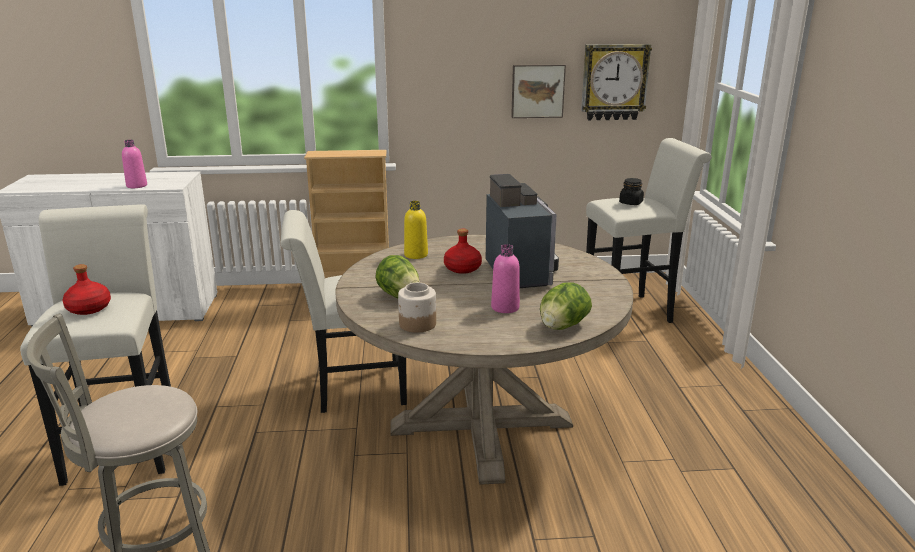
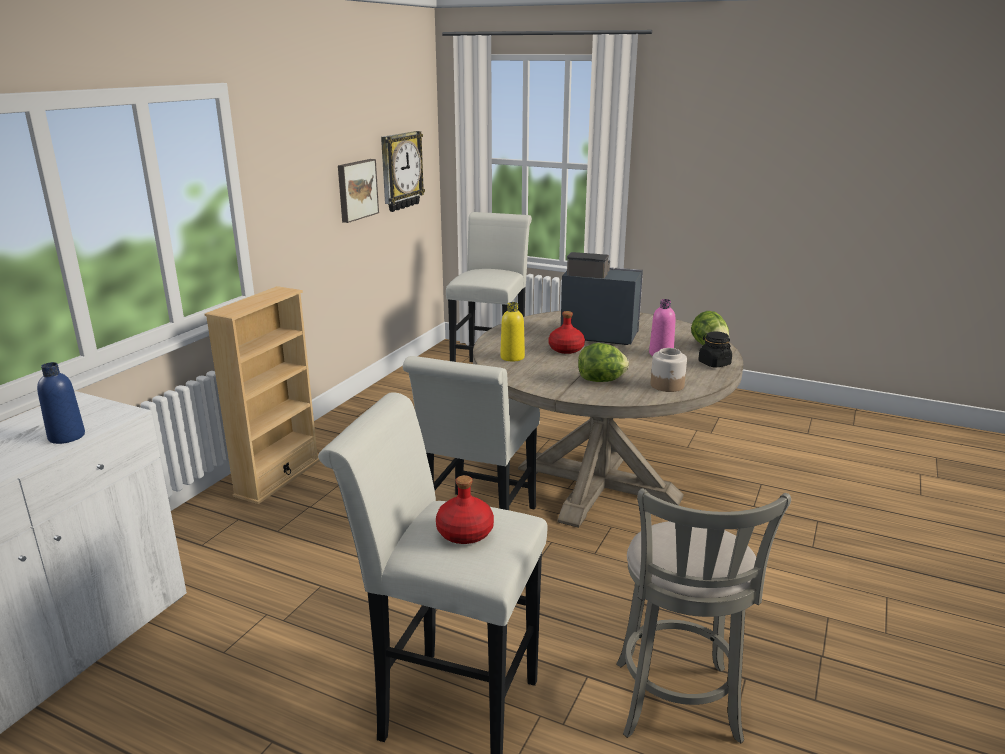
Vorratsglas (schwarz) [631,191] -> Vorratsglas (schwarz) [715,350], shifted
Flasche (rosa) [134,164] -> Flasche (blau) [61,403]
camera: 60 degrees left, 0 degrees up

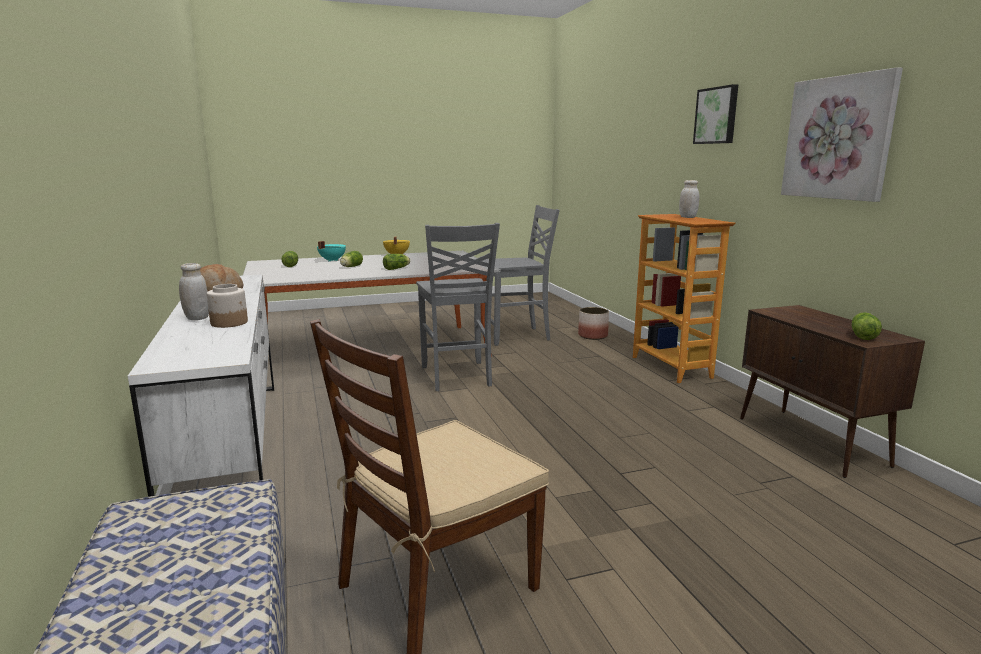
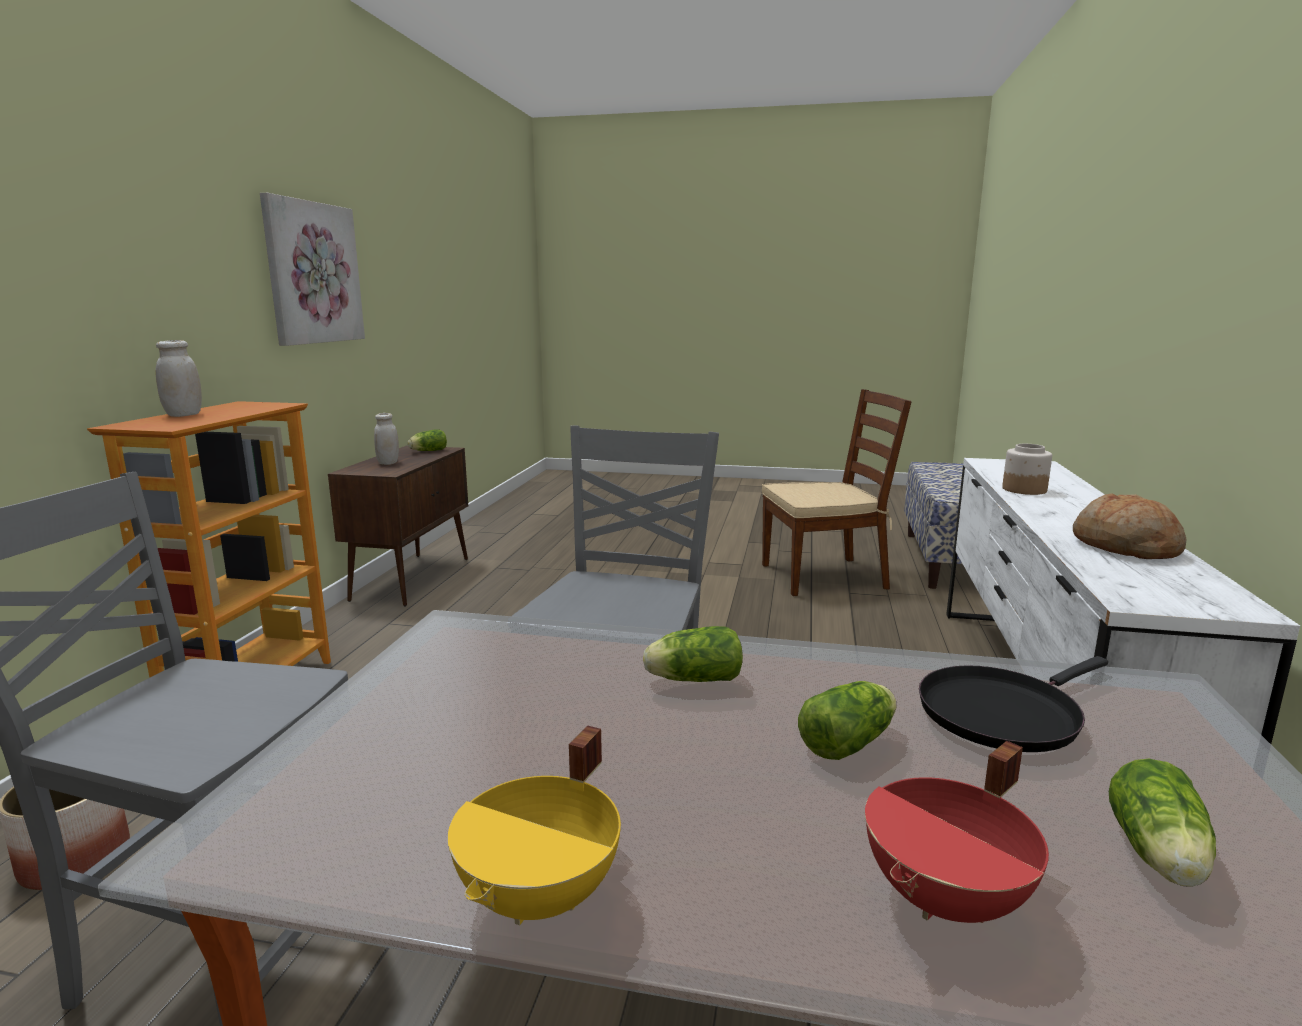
Bild [715,114] -> none
none -> Pfanne (schwarz) [1013,704]
Vorratsglas (weiß) [194,291] -> Vorratsglas (weiß) [386,439], shifted
Kochtopf (türkis) [331,251] -> Kochtopf (rot) [957,832]
camera: 150 degrees left, 0 degrees up

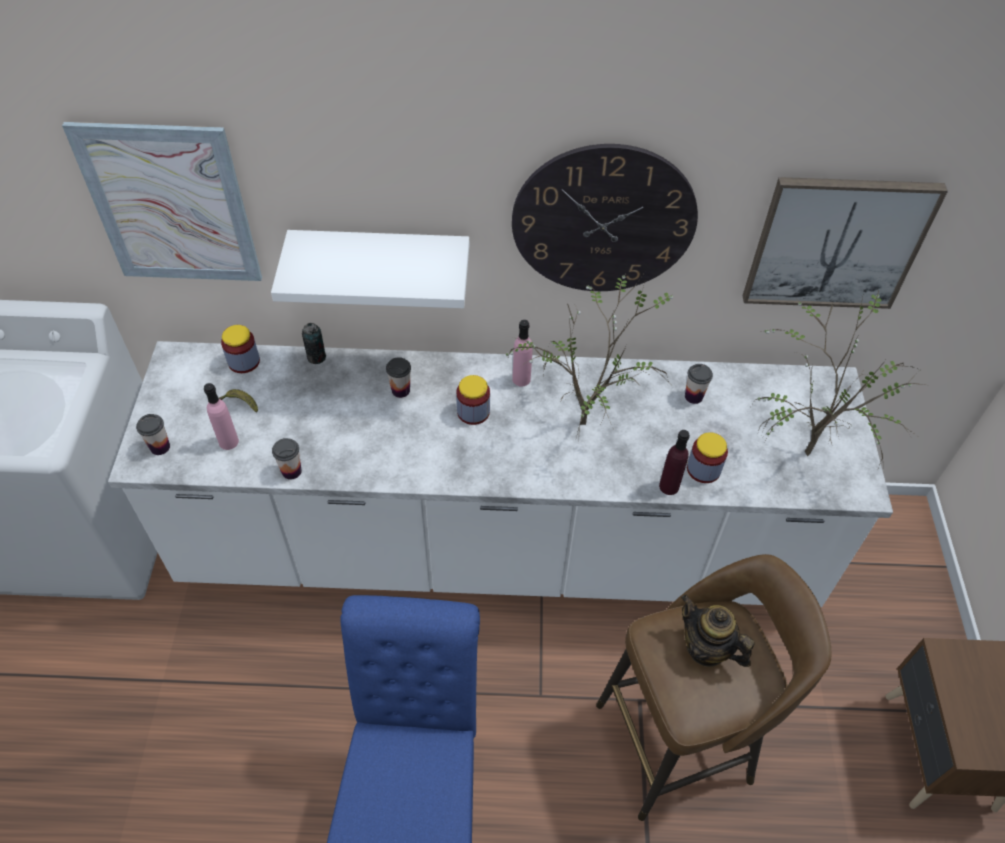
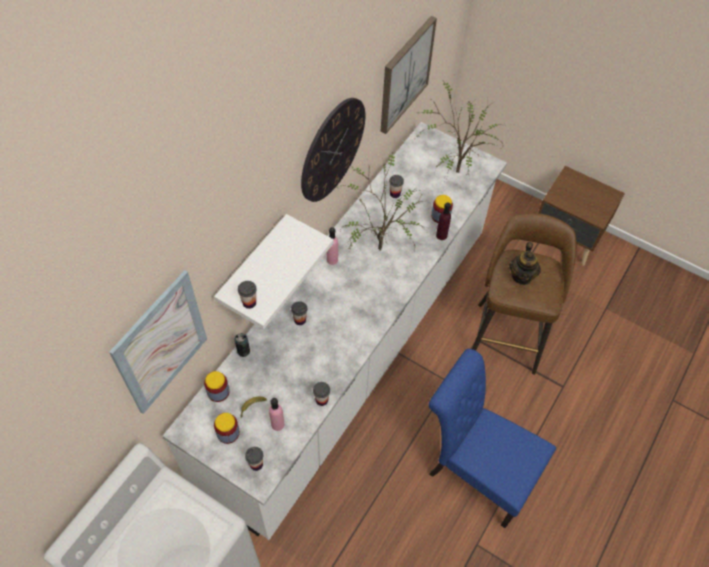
none -> Tasse [247,295]
Vorratsglas [473,400] -> Vorratsglas [227,428], shifted
Teekanne [717,631] -> Teekanne [525,263], 60 degrees counterclockwise
camera: 60 degrees left, 5 degrees up

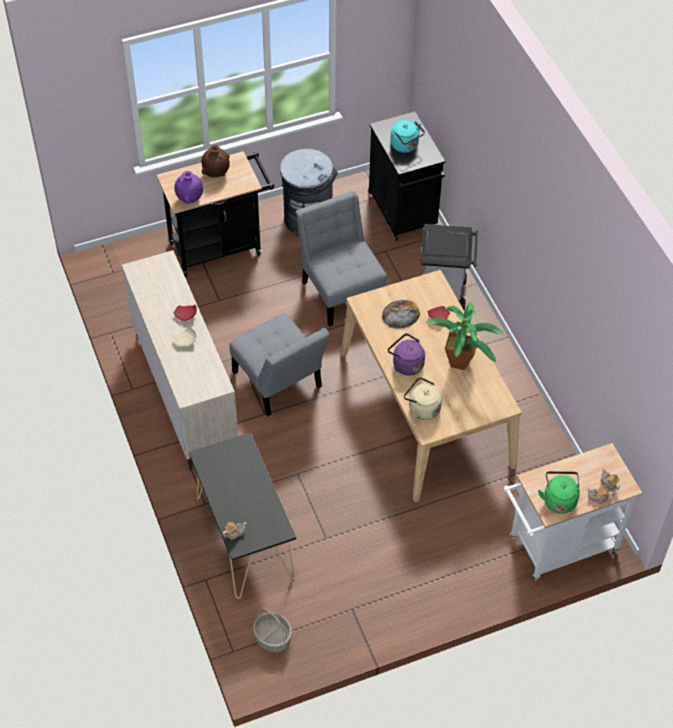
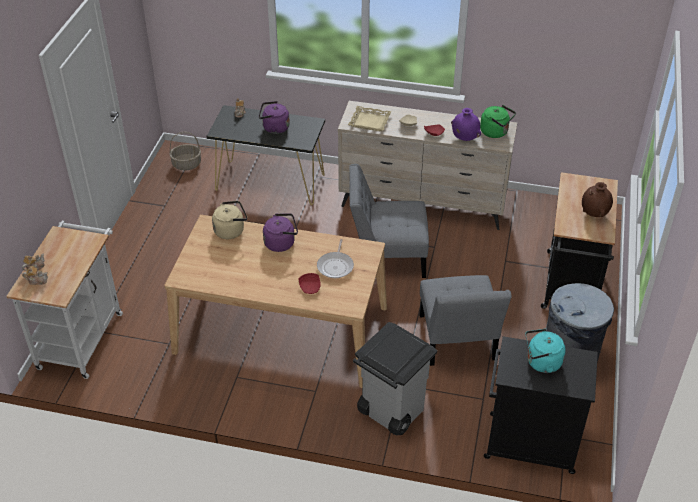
Topfpflanze [465,336] -> none
none -> Wasserkessel (lila) [274,117]
none -> Tablett (beige) [370,118]
Vase (lila) [188,187] -> Vase (lila) [466,124], shifted
Wasserkessel (grün) [559,492] -> Wasserkessel (grün) [498,121], shifted
Brot [401,313] -> Pfanne [335,258]
Stuhl (grau) [341,259] -> Stuhl (grau) [465,320], 75 degrees clockwise
camera: 125 degrees right, 10 degrees down

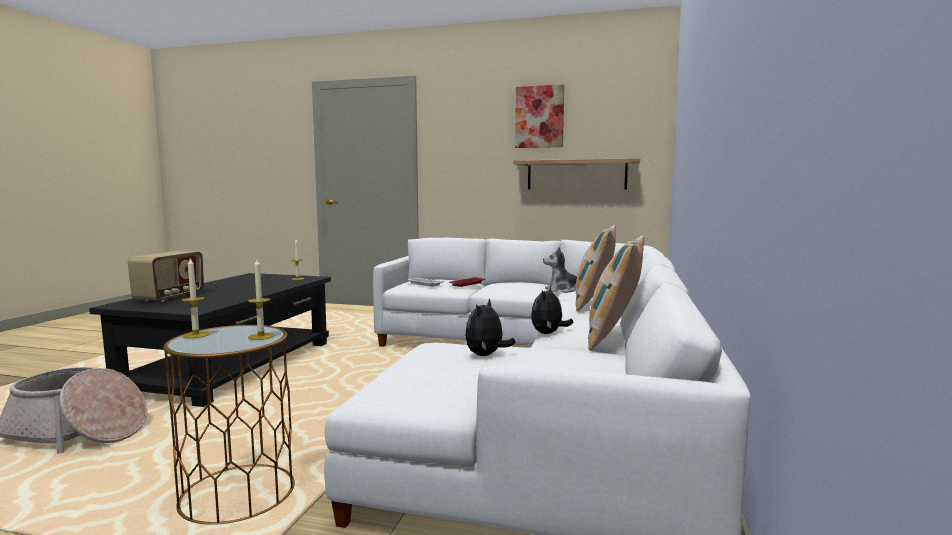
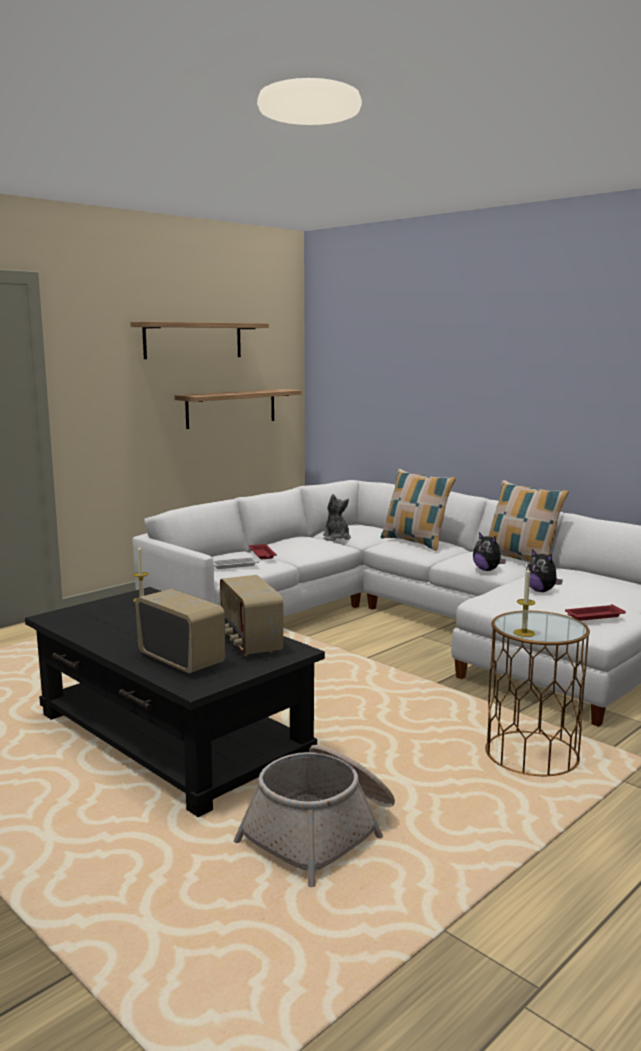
Kerze [261,299] -> none
none -> Radio [251,615]
none -> Tablett (rot) [595,612]
Bild [539,116] -> Wandregal [199,340]
Plüschtier [560,270] -> Plüschtier [337,517], 135 degrees clockwise
camera: 60 degrees left, 5 degrees up

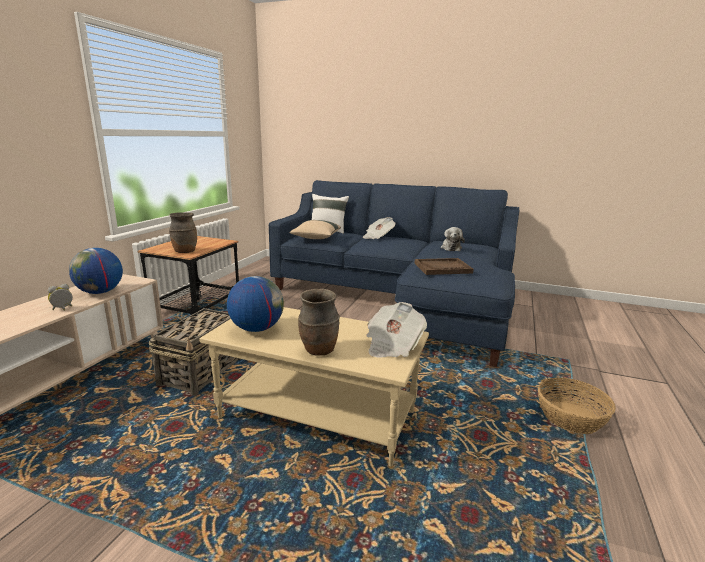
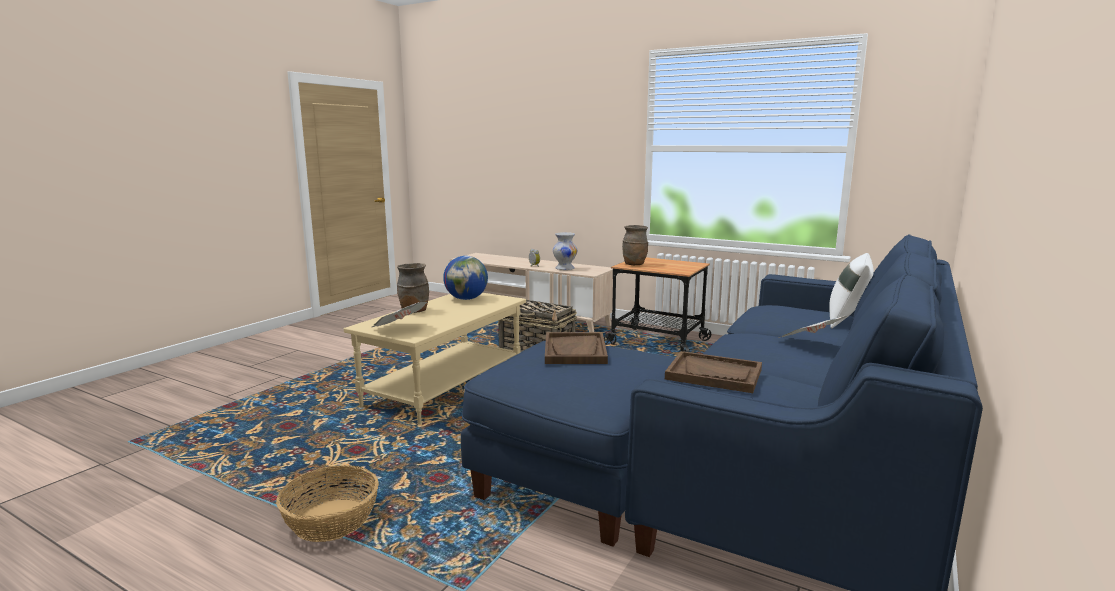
Kissen (beige) [315,229] -> none
Globus [96,271] -> Vase (weiß) [565,251]
Plüschtier [453,239] -> Tablett (braun) [713,372]
camera: 100 degrees right, 5 degrees down

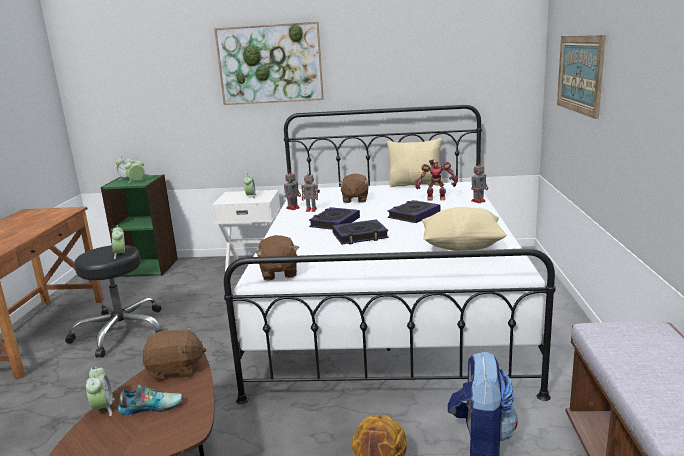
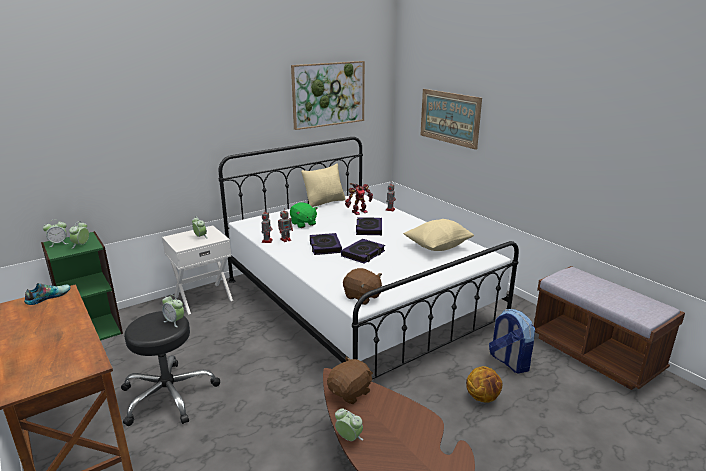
Schuh [150,399] -> Schuh [47,294], shifted
Bild [269,63] -> Bild [328,95], shifted
Plüschtier (braun) [354,188] -> Plüschtier (grün) [303,215]
camera: 40 degrees left, 5 degrees up

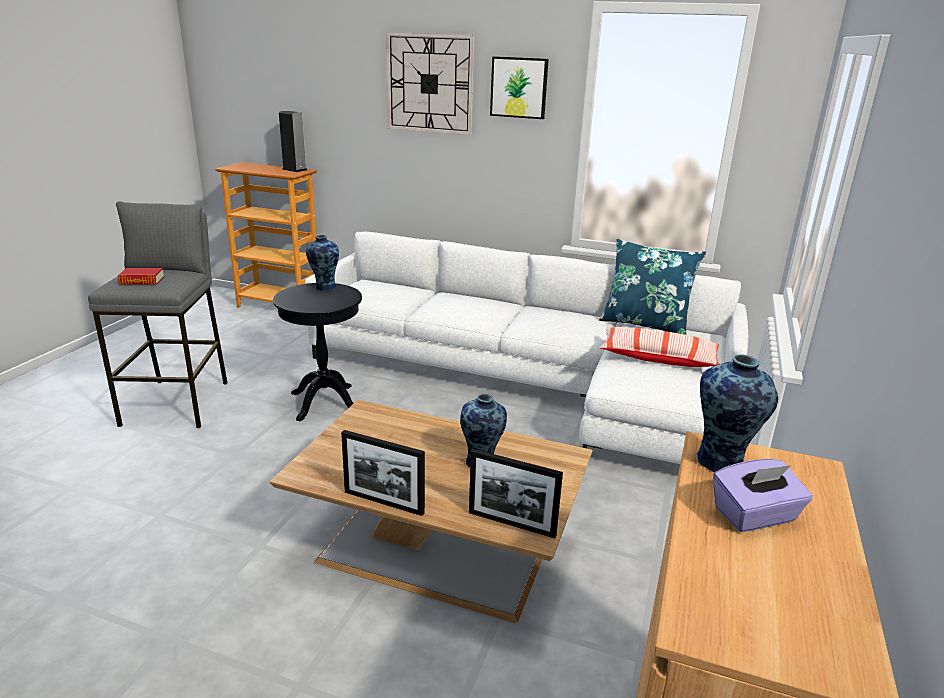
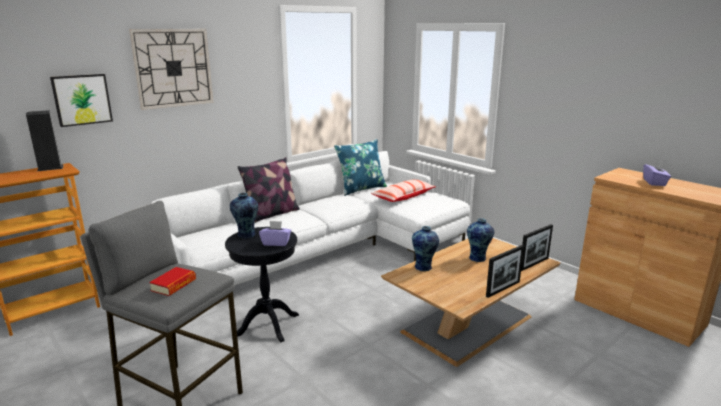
none -> Kissen [269,190]
none -> Taschentuchbox (lila) [275,233]
Bild [519,87] -> Bild [81,100], shifted
Vase [736,413] -> Vase [425,248], shifted
camera: 60 degrees left, 5 degrees down

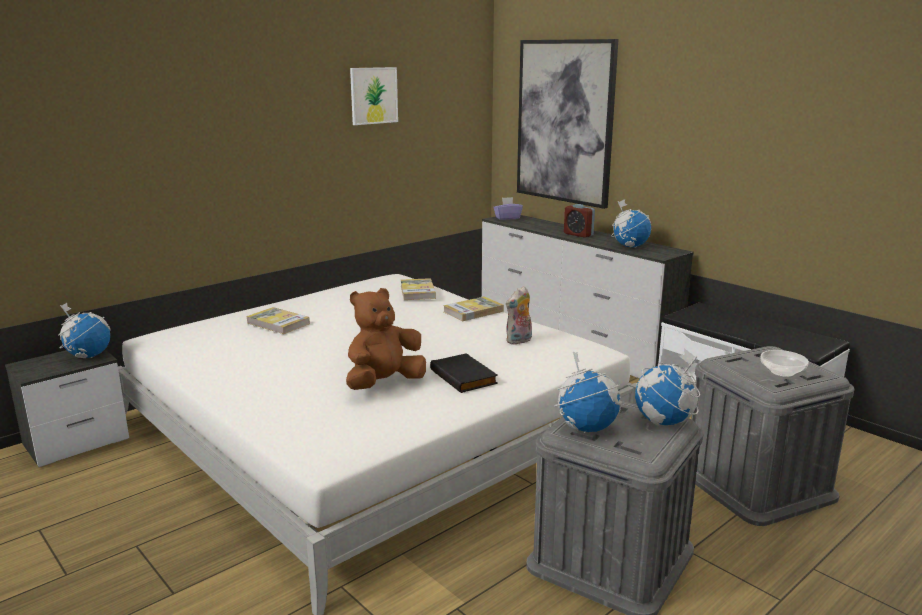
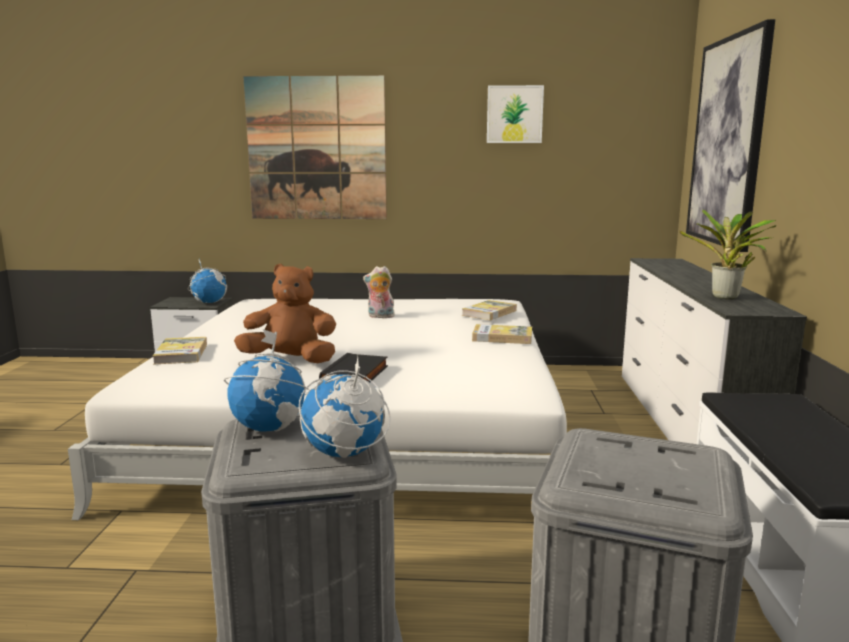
Taschentuchbox (lila) [508,208] -> none
Wecker [579,221] -> none
Schüssel [785,364] -> none
none -> Bild [315,147]
Buch [278,320] -> Buch [179,351], shifted
Plüschtier [519,315] -> Plüschtier [379,292], shifted
Globus [631,224] -> Topfpflanze [728,254]
camera: 45 degrees right, 5 degrees down

